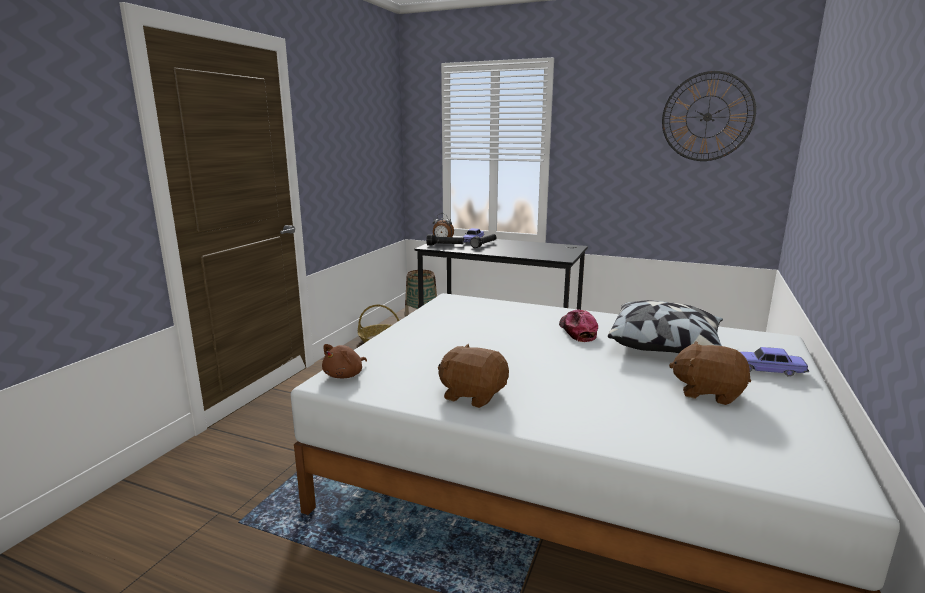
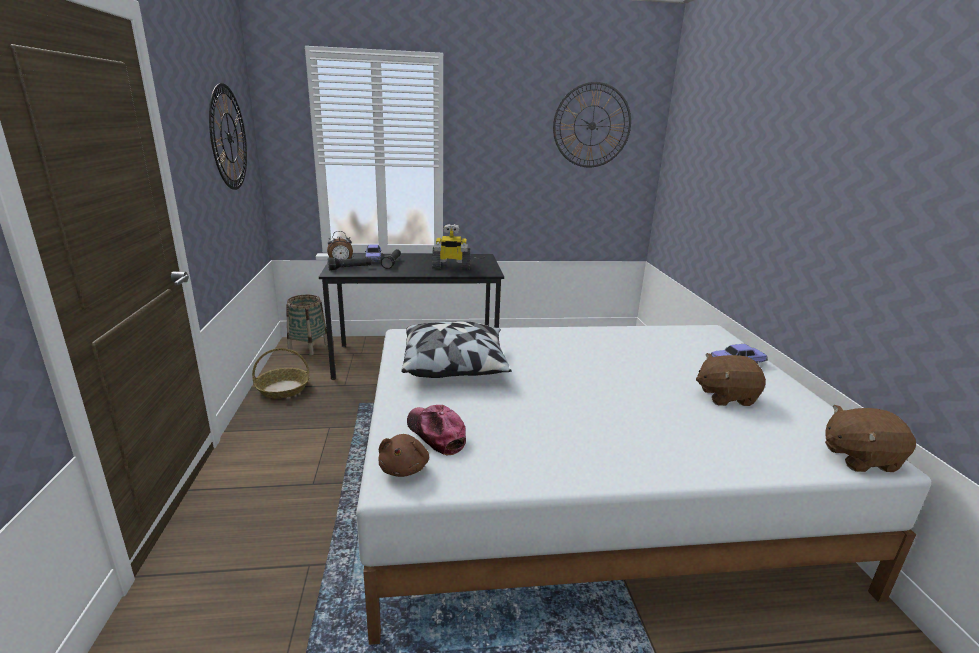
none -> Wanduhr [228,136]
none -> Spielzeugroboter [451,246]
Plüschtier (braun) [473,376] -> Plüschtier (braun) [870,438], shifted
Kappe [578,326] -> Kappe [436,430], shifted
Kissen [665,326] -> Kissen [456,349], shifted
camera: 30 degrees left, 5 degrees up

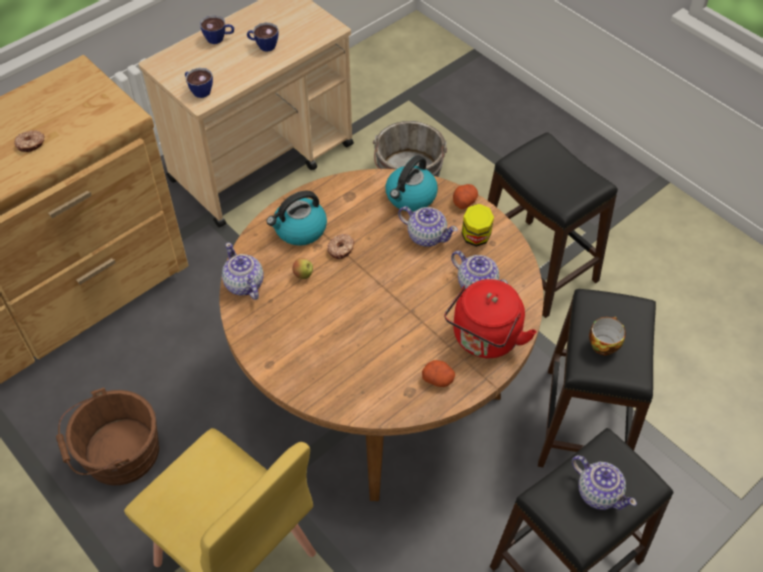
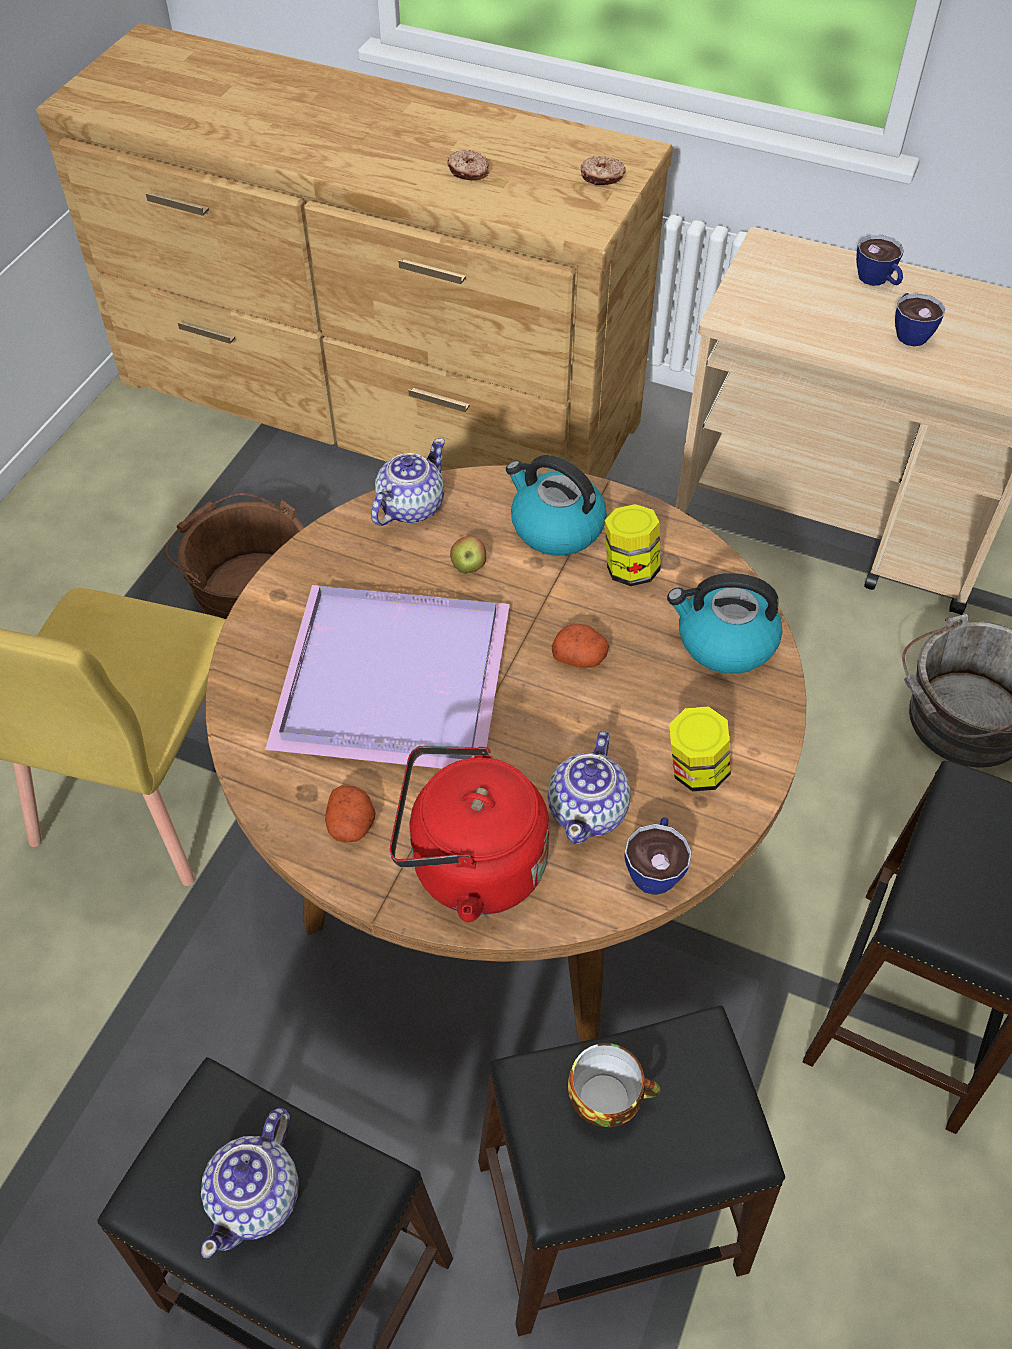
Teekanne [428,226] -> none
none -> Tablett (lila) [387,676]
none -> Vorratsglas [633,545]
Tasse [199,83] -> Tasse [658,856], shifted
Donut [341,246] -> Donut [603,170], shifted
Kartoffel [465,196] -> Kartoffel [580,646], shifted
camera: 65 degrees right, 0 degrees up

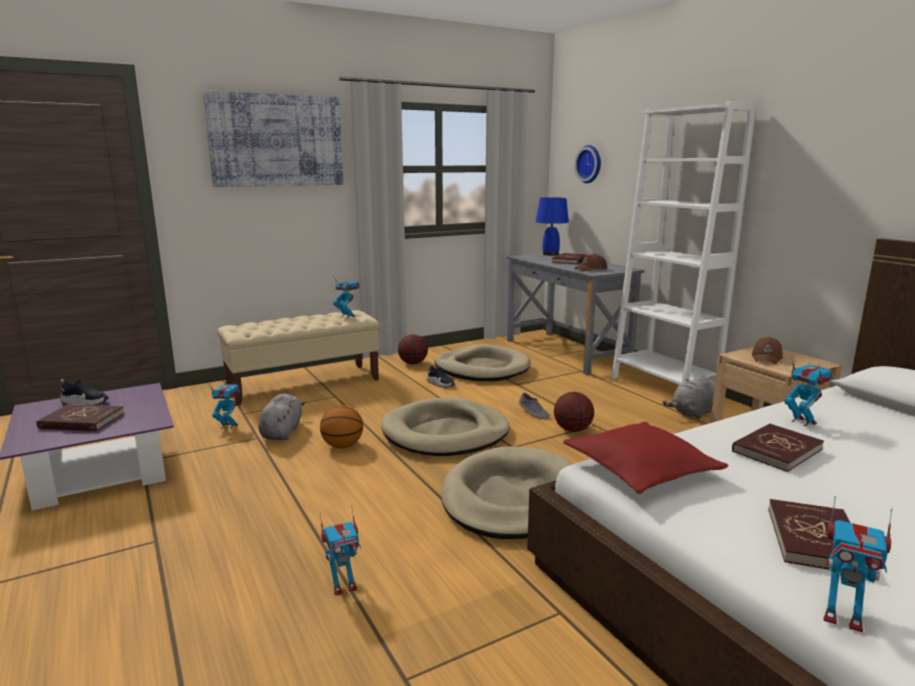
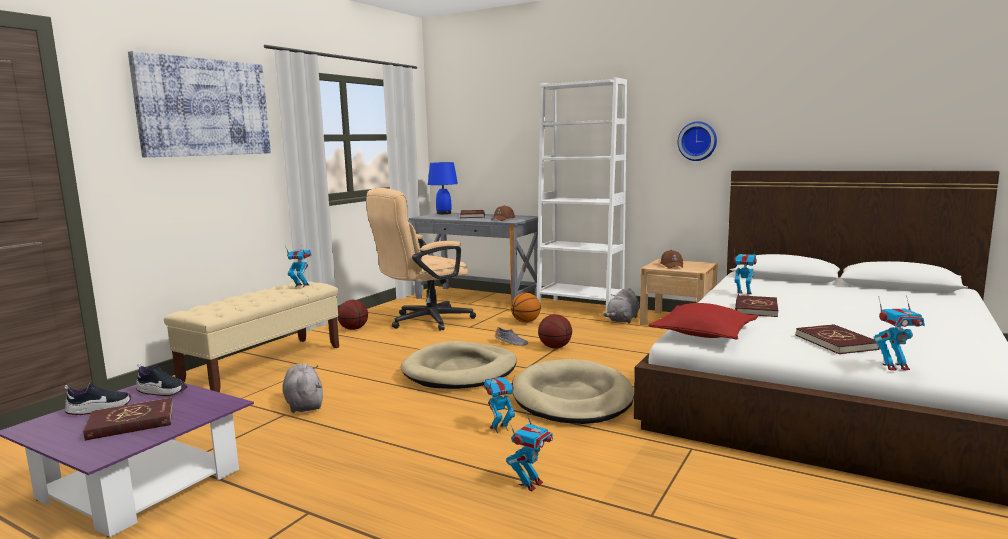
Spielzeugroboter [224,407] -> Spielzeugroboter [499,404], shifted
Basketball [341,426] -> Basketball [526,308], shifted
Schuh [441,376] -> Schuh [162,380], shifted
Wanduhr [587,164] -> Wanduhr [697,141], shifted
Hundebett (beige) [482,362] -> Bürostuhl (beige) [421,259]
camera: 30 degrees left, 5 degrees down

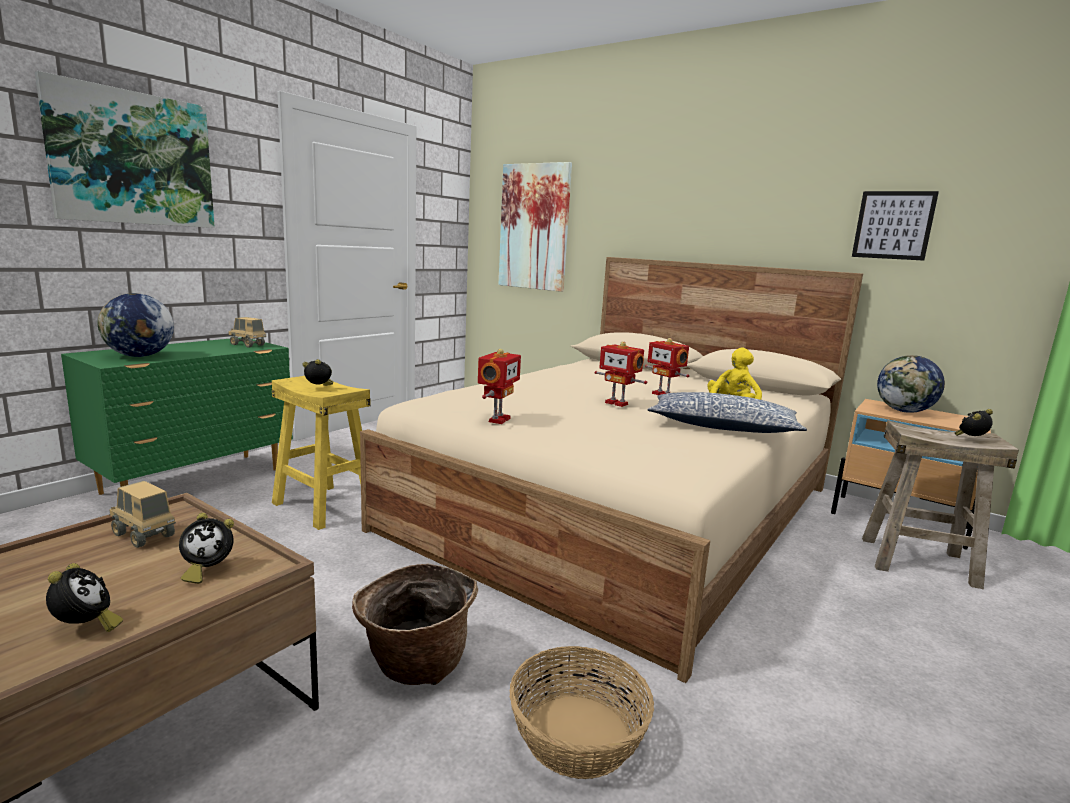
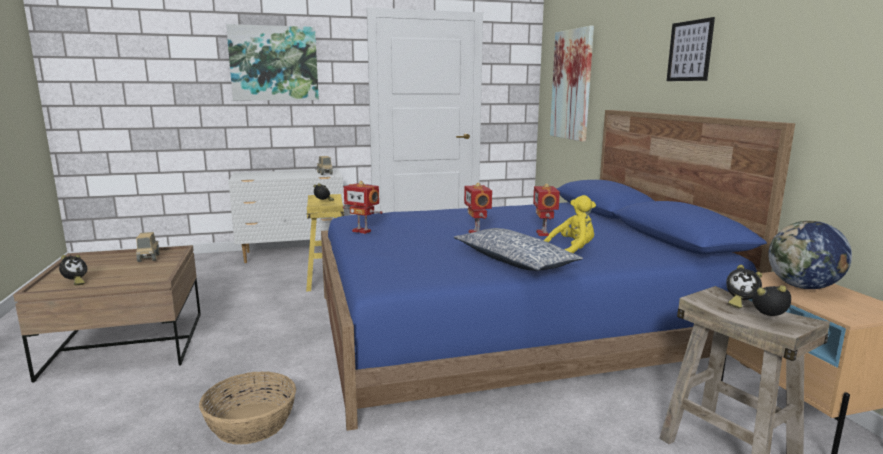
Globus [135,325] -> none
Korb [415,624] -> none
Wecker [206,548] -> Wecker [744,287], shifted
Bild [895,226] -> Bild [691,49], shifted
Kommode (grün) [177,416] -> Kommode (weiß) [286,216]
Bett (beige) [611,470] -> Bett (blau) [558,270]
Spielzeugroboter [499,386] -> Spielzeugroboter [363,207], 60 degrees clockwise
camera: 40 degrees right, 0 degrees up

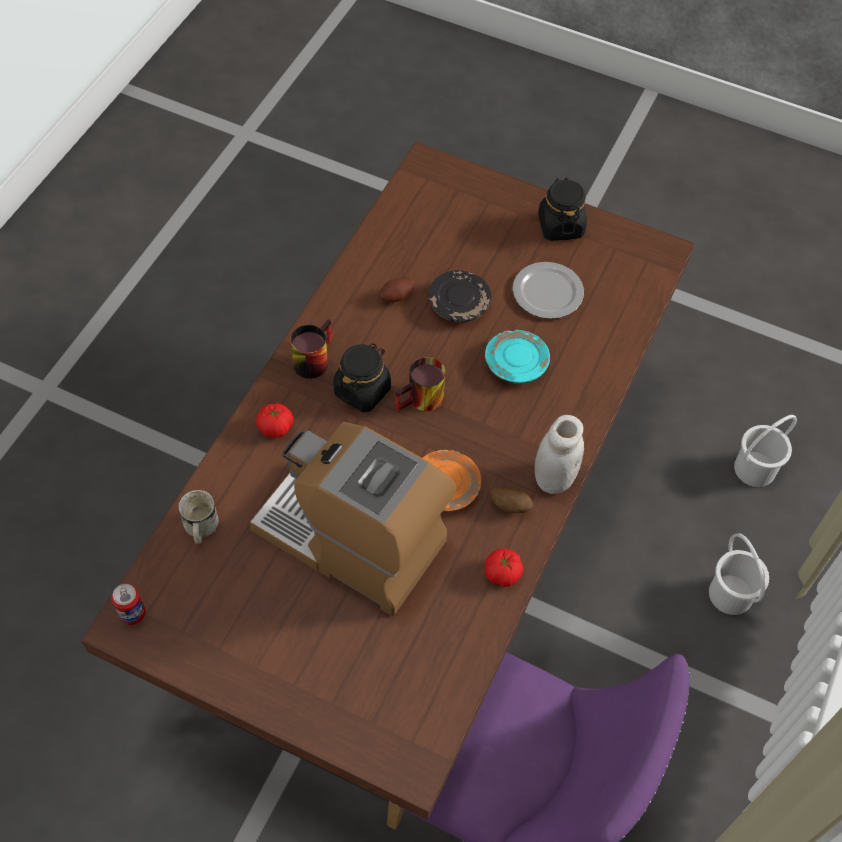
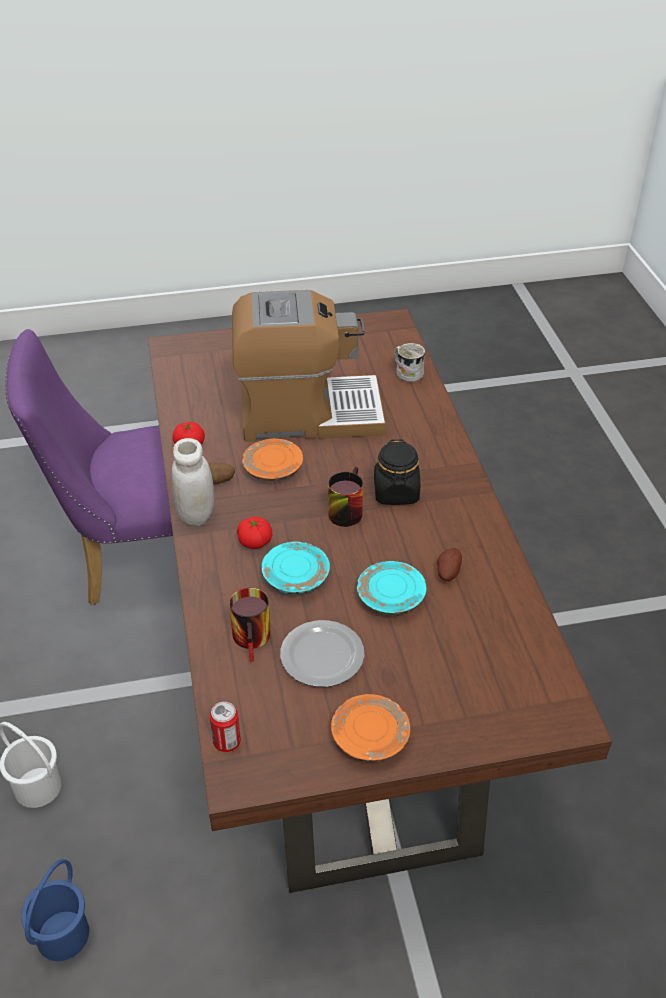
Dose [129,604] -> Dose [225,727], shifted
Tomate [275,420] -> Tomate [254,533], shifted
Henkelbecher [311,349] -> Henkelbecher [250,625], shifted
Vorratsglas (schwarz) [562,209] -> Teller (orange) [370,728]
Teller (schwarz) [459,296] -> Teller (türkis) [392,588]
Eimer (weiß) [765,451] -> Eimer (blau) [55,910]
camera: 145 degrees right, 15 degrees down

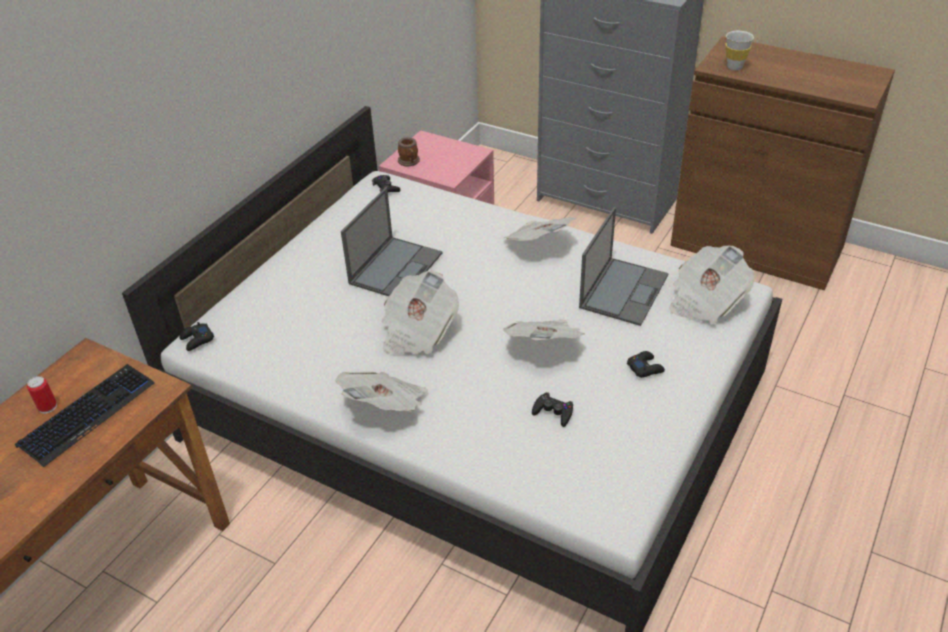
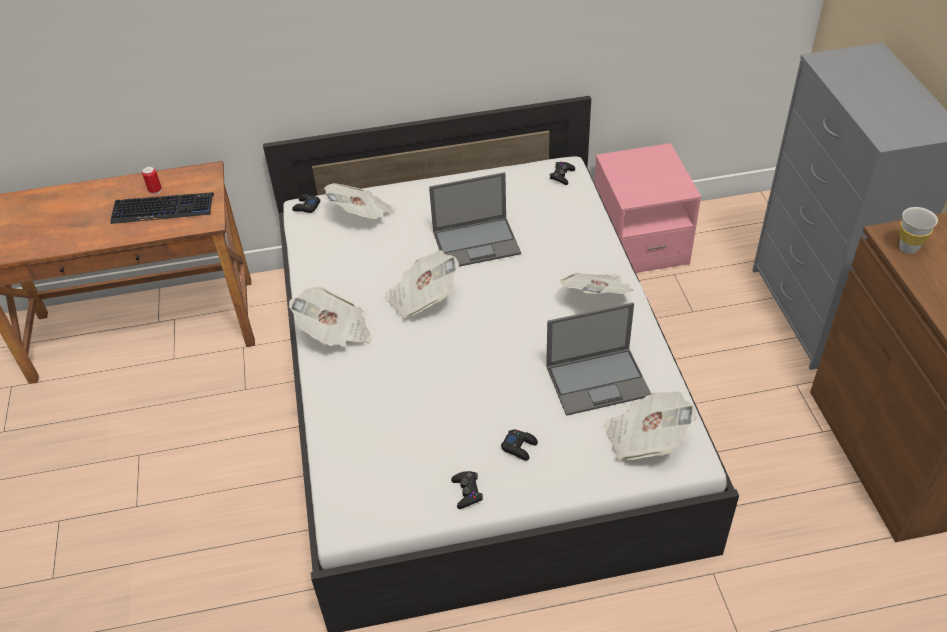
Henkelbecher [409,151] -> none
Zeitung [544,329] -> Zeitung [359,201], shifted
Gamepad (schwarz) [552,409] -> Gamepad (schwarz) [467,490], shifted
camera: 50 degrees right, 5 degrees up

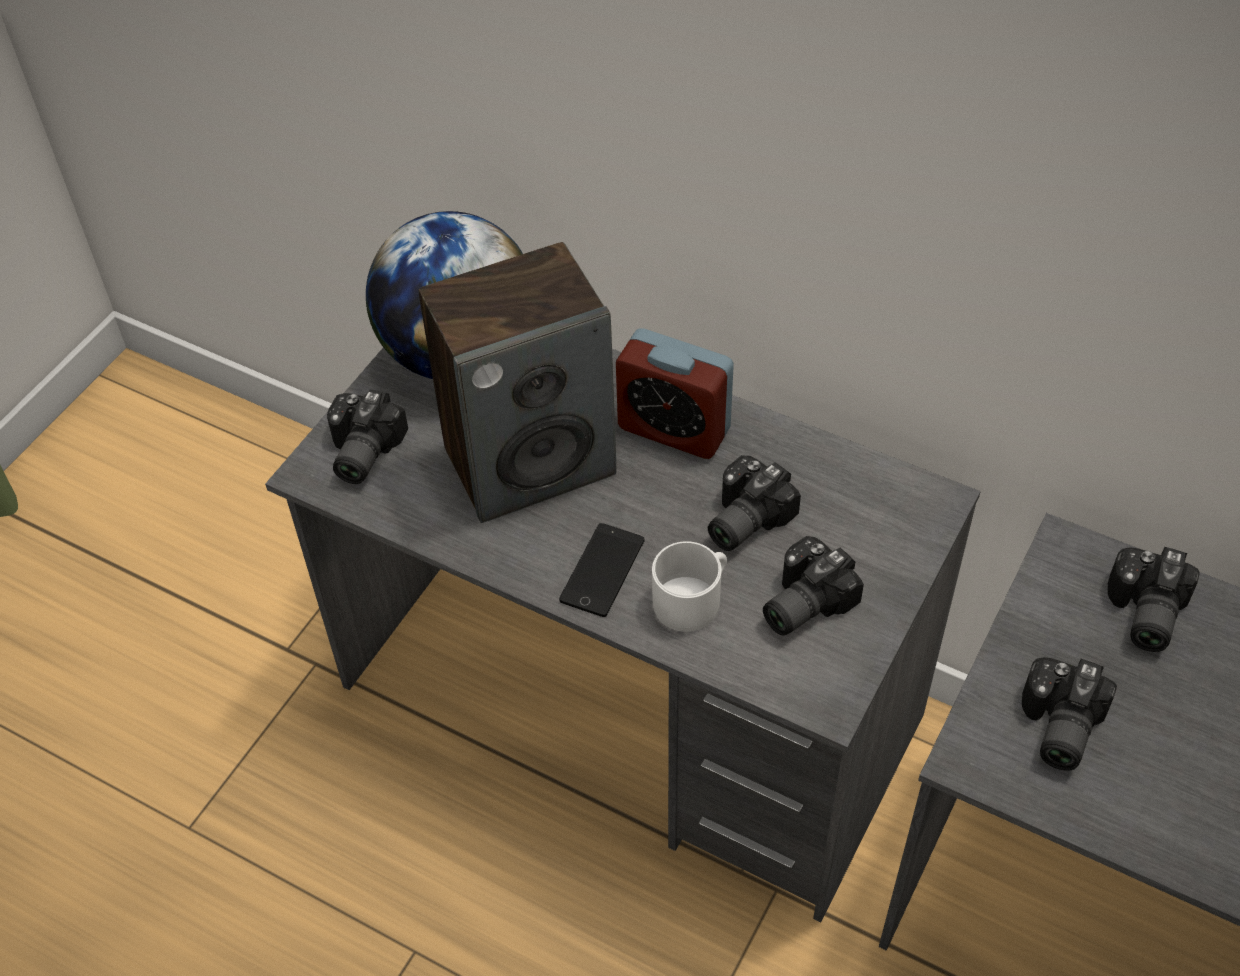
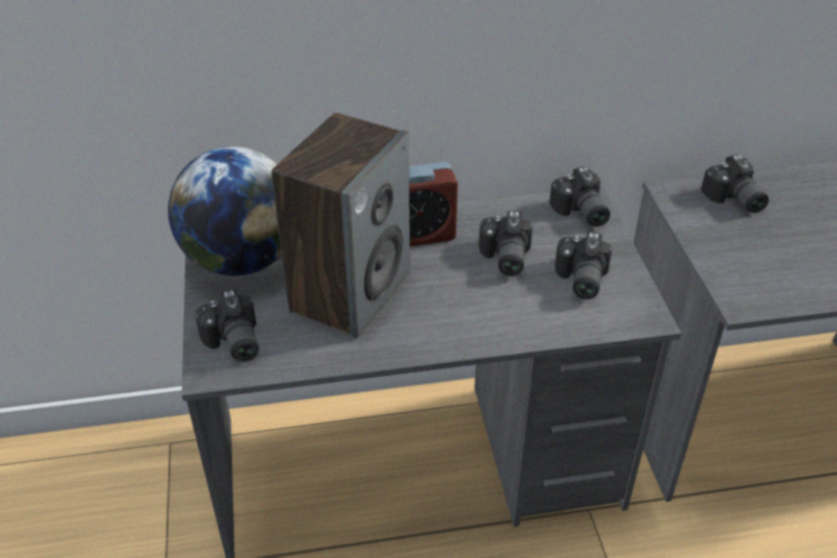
Handy [601,570] -> none
Henkelbecher (weiß) [689,586] -> none
Kamera [1069,714] -> Kamera [579,196], shifted
camera: 40 degrees left, 10 degrees down

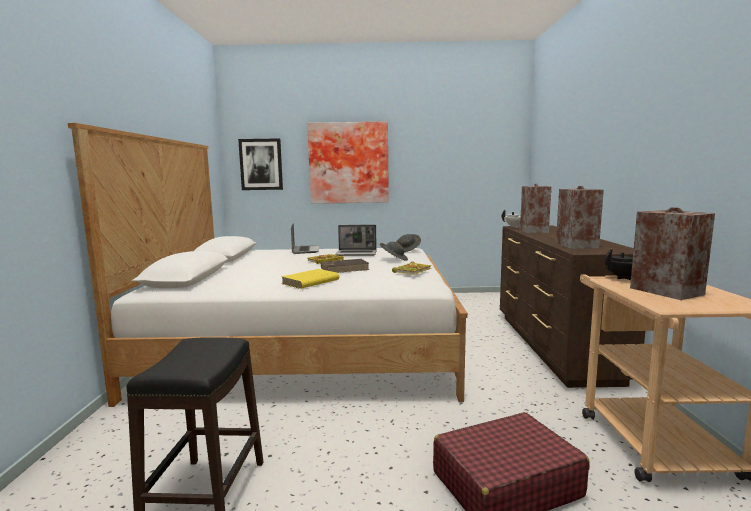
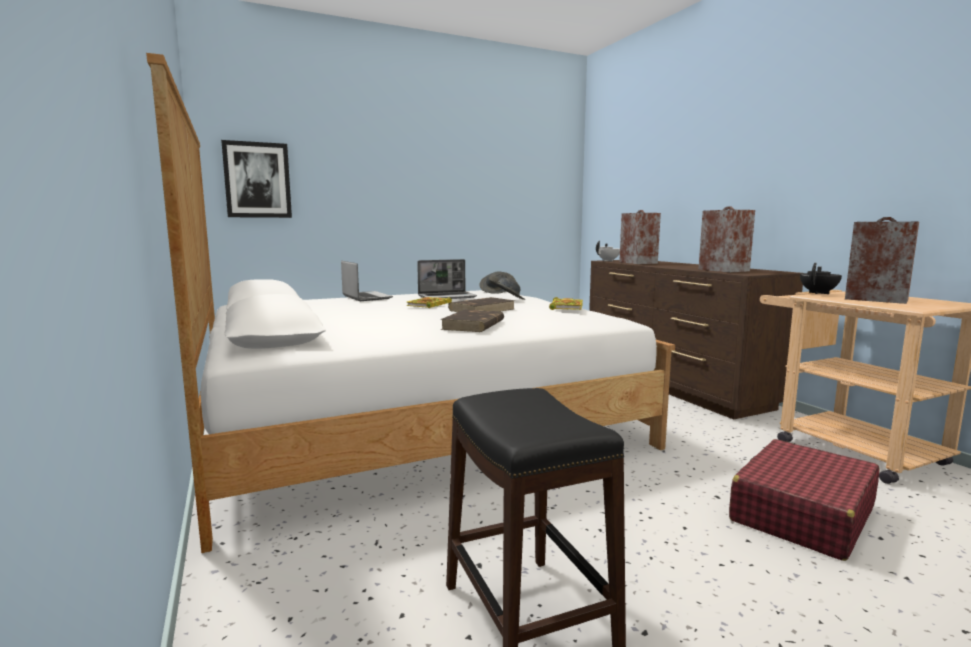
Bild [348,162] -> none
Buch (gelb) [310,279] -> Buch (braun) [472,321]
camera: 25 degrees left, 0 degrees up

